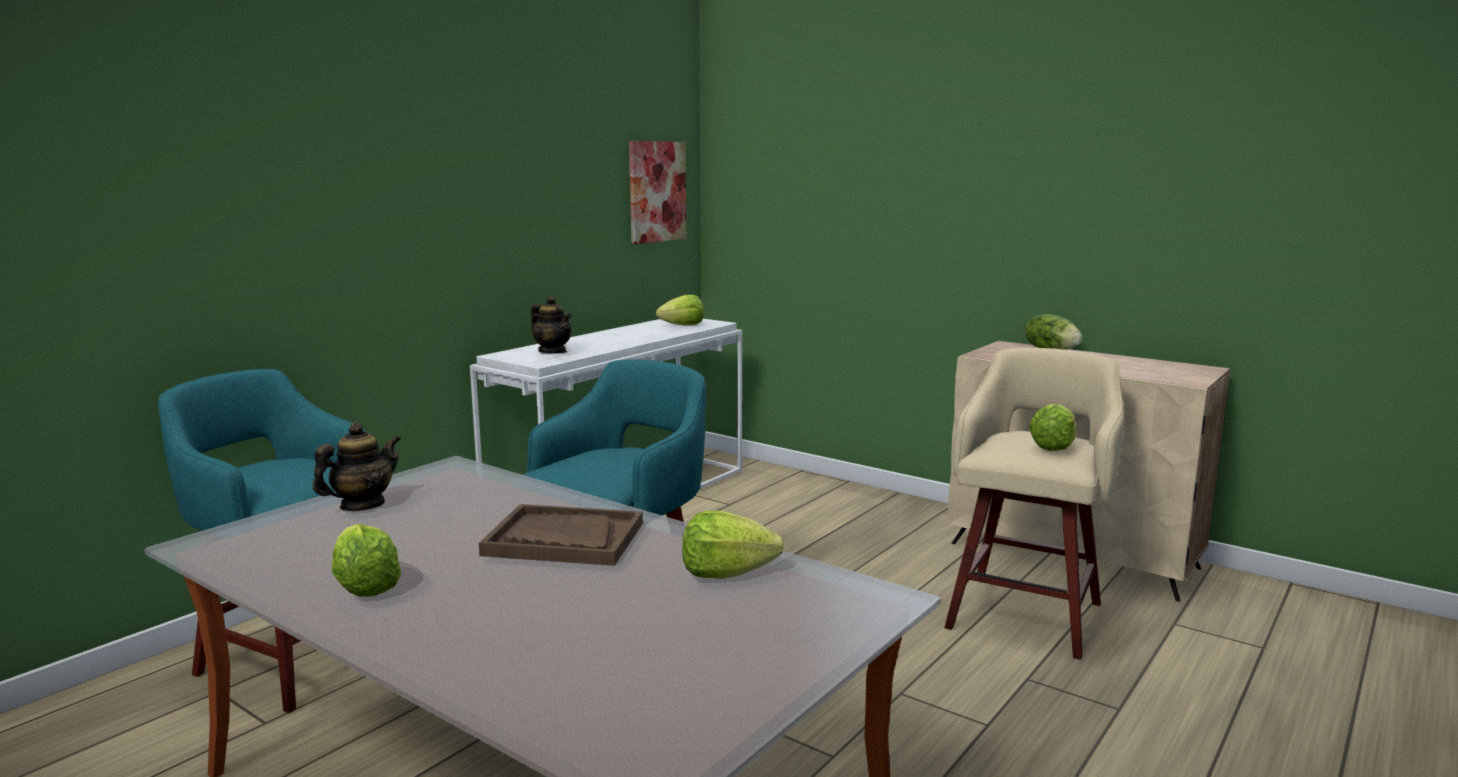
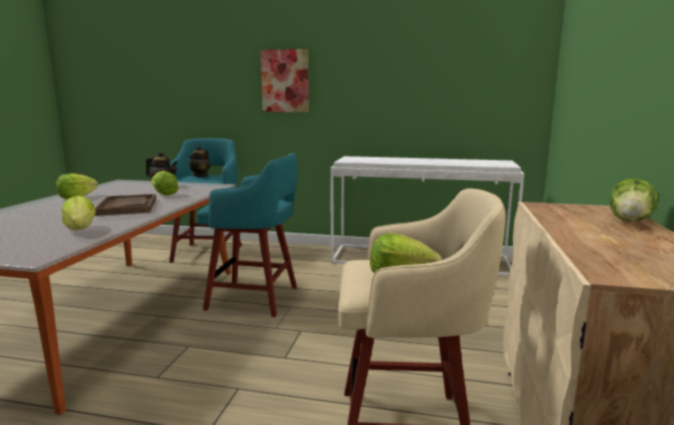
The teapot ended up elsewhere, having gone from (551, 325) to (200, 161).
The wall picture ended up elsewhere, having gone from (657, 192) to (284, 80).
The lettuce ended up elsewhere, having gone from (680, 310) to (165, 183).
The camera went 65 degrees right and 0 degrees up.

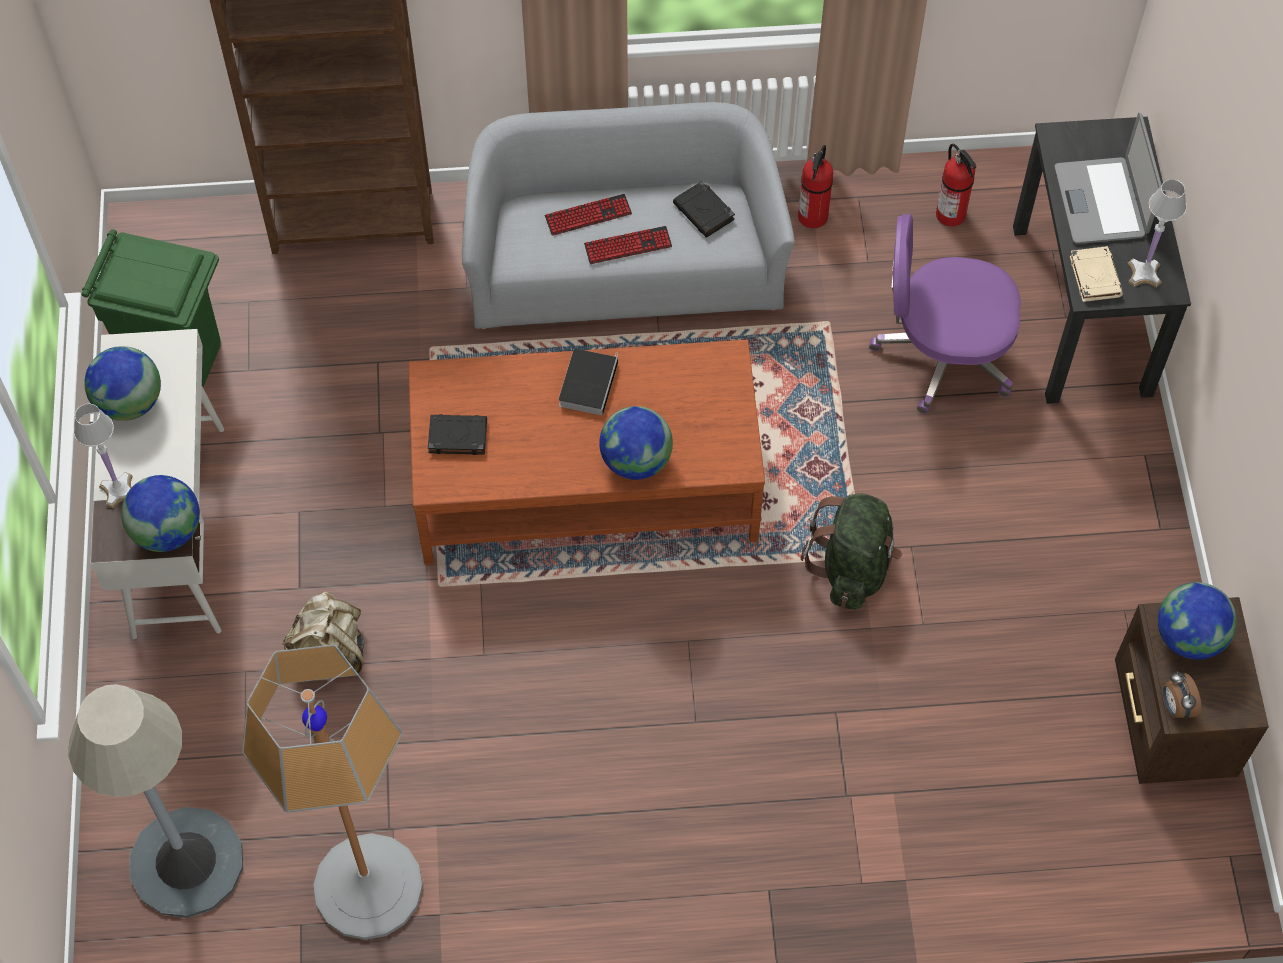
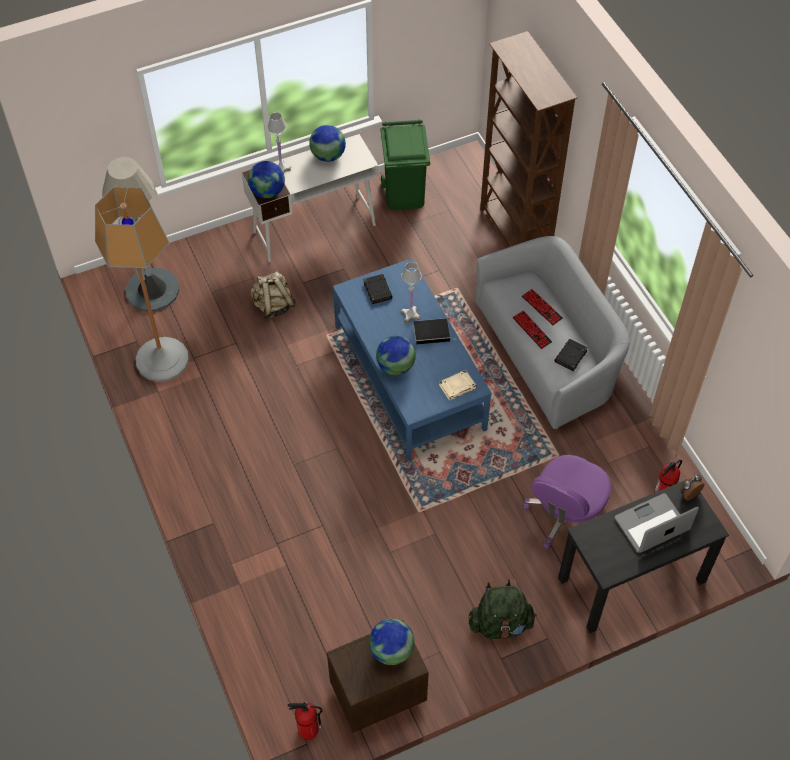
The extinguisher ended up elsewhere, having gone from (815, 186) to (305, 720).
The green-coloured knapsack ended up elsewhere, having gone from (851, 551) to (503, 609).
The sand-coloured book ended up elsewhere, having gone from (1096, 274) to (458, 385).
The white-coloured table lamp ended up elsewhere, having gone from (1157, 233) to (411, 292).
The table clock ended up elsewhere, having gone from (1182, 694) to (692, 487).
What was the brownish low table at (586, 452) turned into the blue low table at (412, 359).
The purple-coloured computer chair at (945, 314) ended up facing another way, 135 degrees counterclockwise from before.
The camera went 70 degrees right and 5 degrees down.

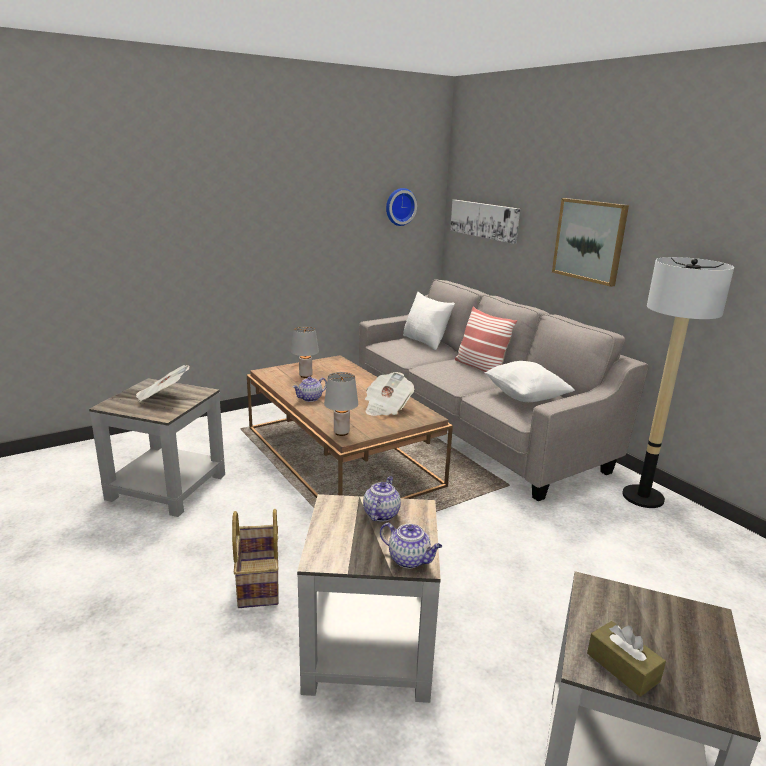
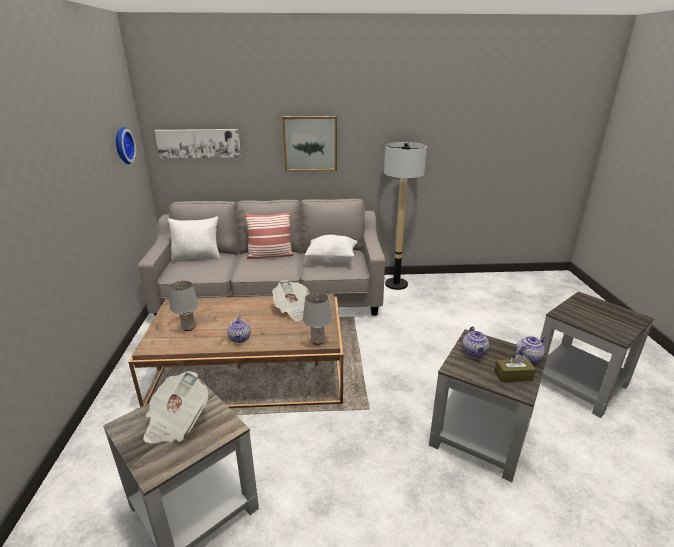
The second view lost the storage basket at (255, 558).
The brownish box of tissues ended up elsewhere, having gone from (626, 659) to (515, 368).
The teapot at (382, 498) ended up facing another way, 135 degrees counterclockwise from before.
The camera went 60 degrees left and 5 degrees up.

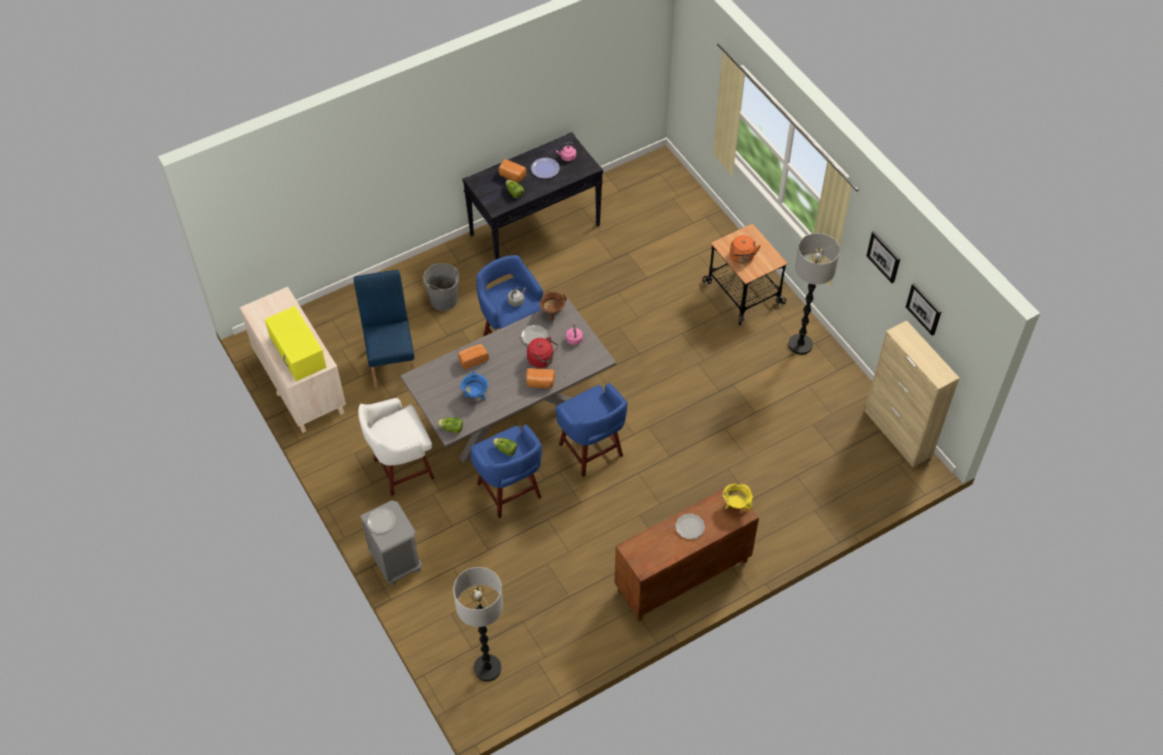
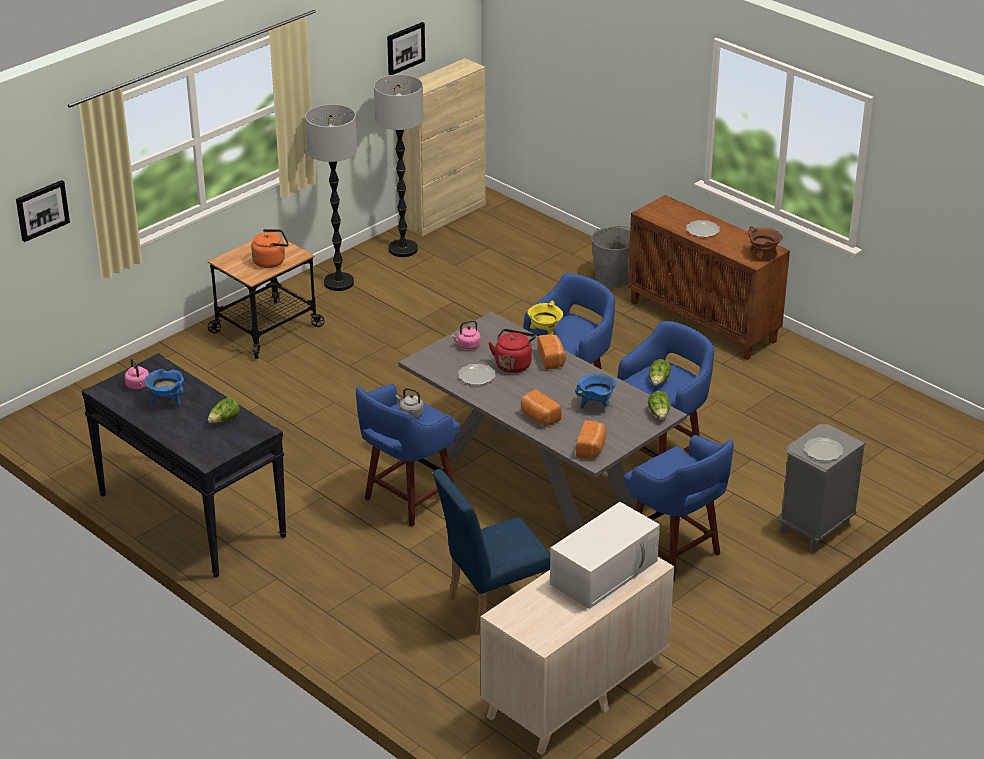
The greyish bucket ended up elsewhere, having gone from (441, 287) to (610, 257).
The standard lamp ended up elsewhere, having gone from (478, 624) to (399, 165).
The bakery bread ended up elsewhere, having gone from (513, 170) to (591, 439).
The brownish saucepot ended up elsewhere, having gone from (553, 306) to (765, 241).
The yellow saucepot ended up elsewhere, having gone from (738, 498) to (545, 318).
The wall picture ended up elsewhere, having gone from (883, 257) to (43, 211).
Where the flat dish stood at (545, 168), the blue saucepot came to stand at (164, 388).
What was the yellow microwave at (296, 343) turned into the white-coloured microwave at (605, 555).
What was the white-coloured stool seat at (396, 447) turned into the blue stool seat at (679, 508).
The camera went 105 degrees left and 20 degrees down.

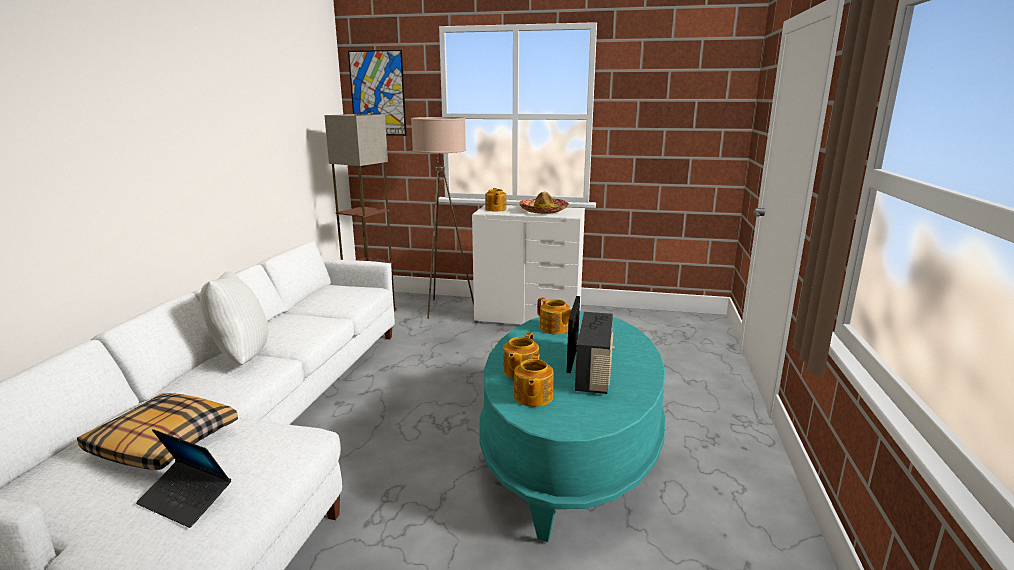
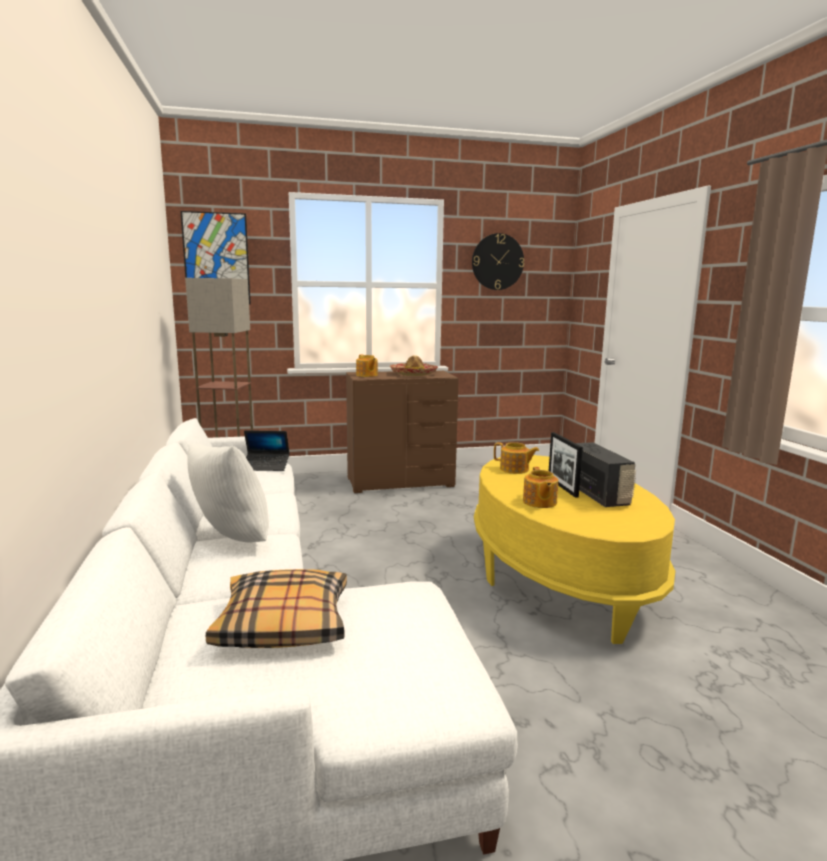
The second view lost the sand-coloured standard lamp at (442, 218).
The second view lost the teapot at (533, 380).
The second view gained the clock on the wall at (498, 261).
The notebook computer ended up elsewhere, having gone from (183, 478) to (267, 450).
What was the white-coloured dresser at (528, 264) turned into the brownish dresser at (402, 432).
What was the blue-green low table at (572, 426) turned into the yellow low table at (574, 549).
The camera went 25 degrees left and 5 degrees down.

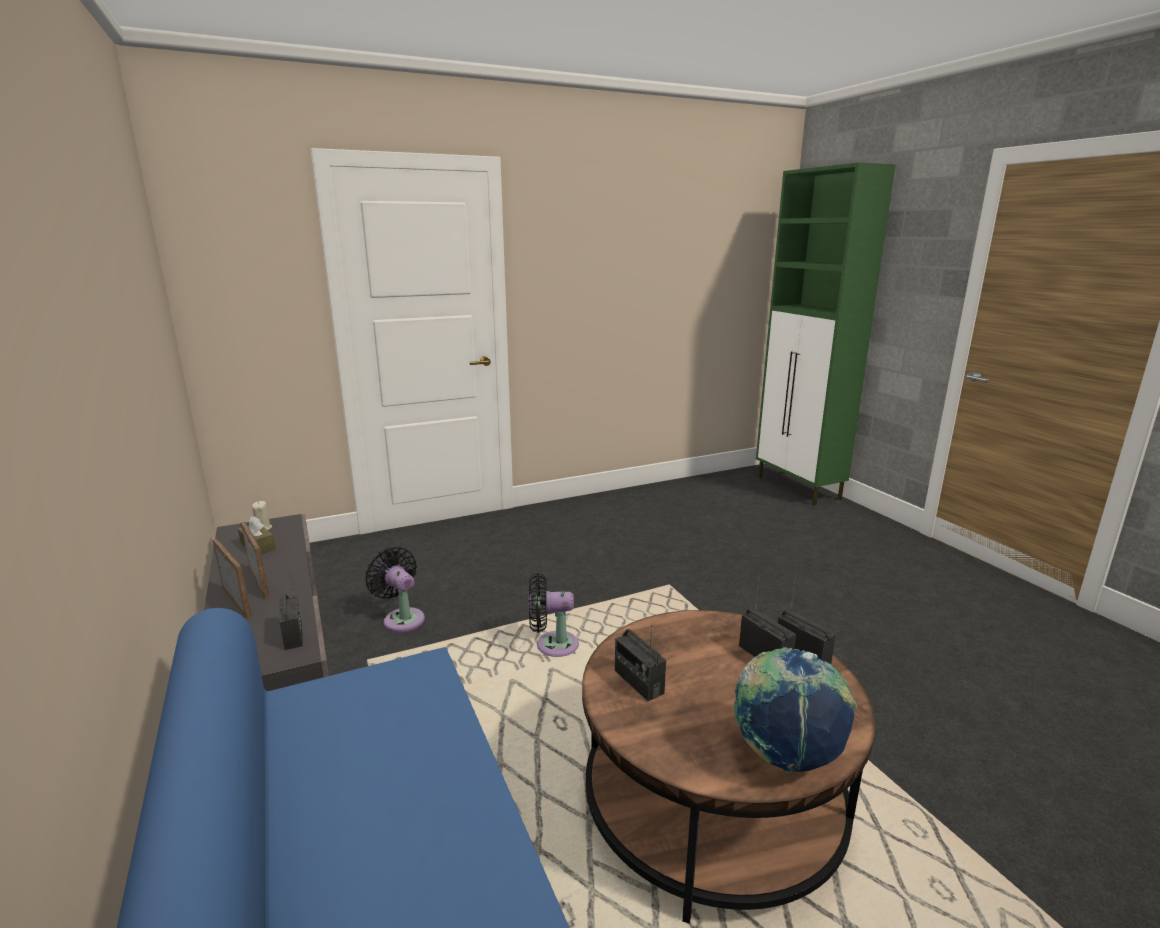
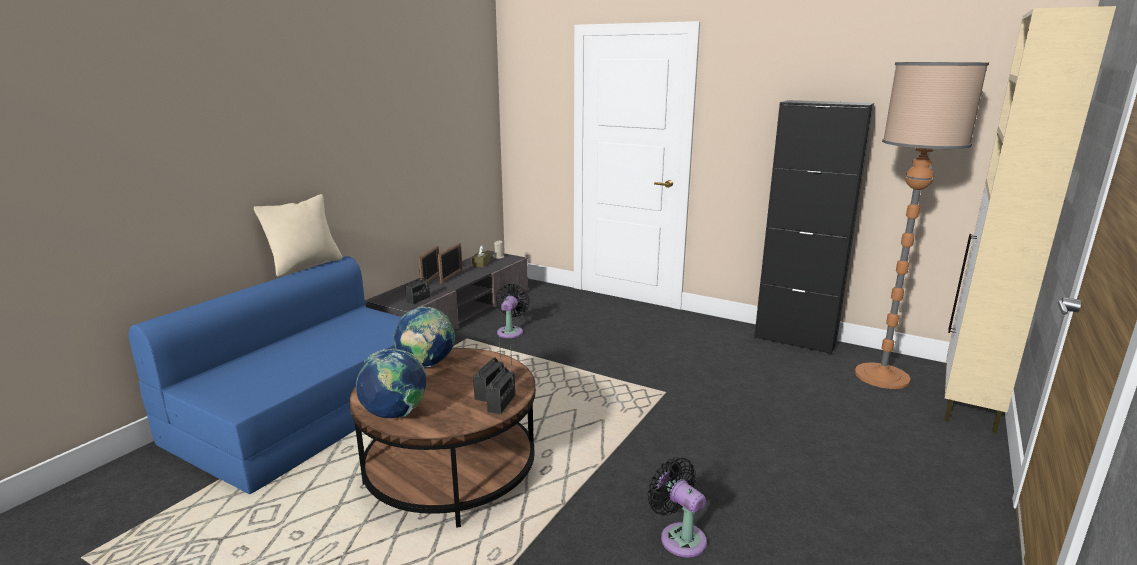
The second view gained the sand-coloured cushion at (298, 235).
The second view gained the blackish storage cabinet at (814, 227).
The second view gained the standard lamp at (922, 225).
The blackish fan ended up elsewhere, having gone from (554, 615) to (677, 507).
Where the radio set stood at (640, 662), the desk globe came to stand at (424, 337).
What was the green-coloured storage cabinet at (826, 333) turned into the sand-coloured storage cabinet at (1030, 219).
The camera went 55 degrees right and 0 degrees up.

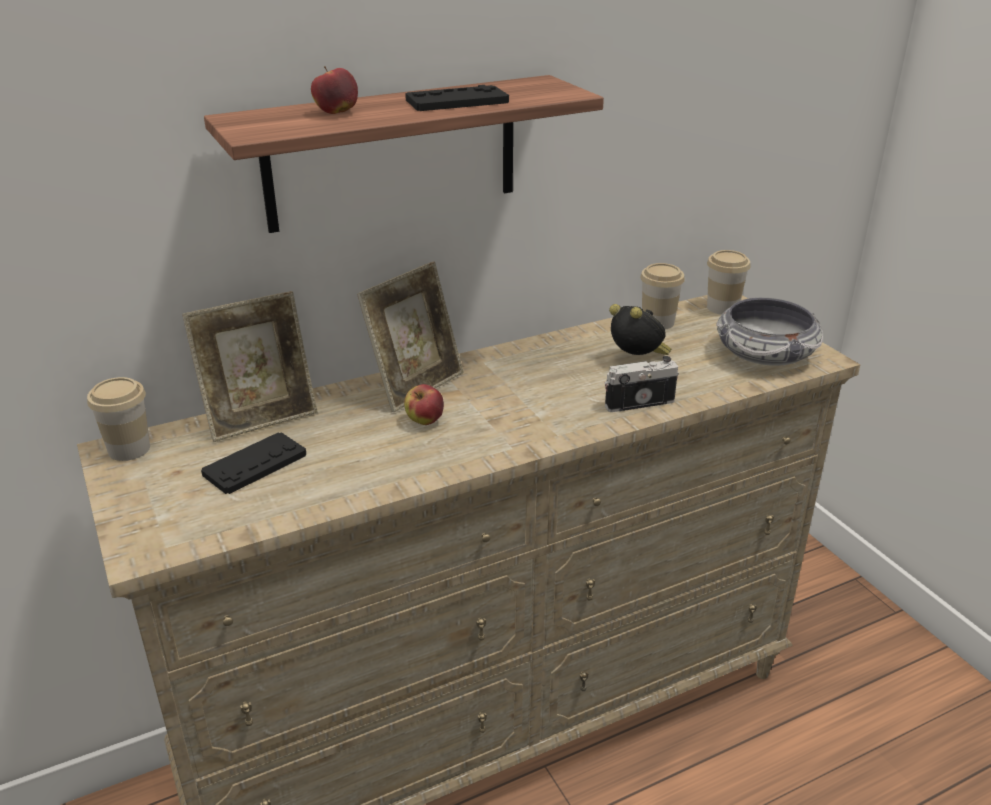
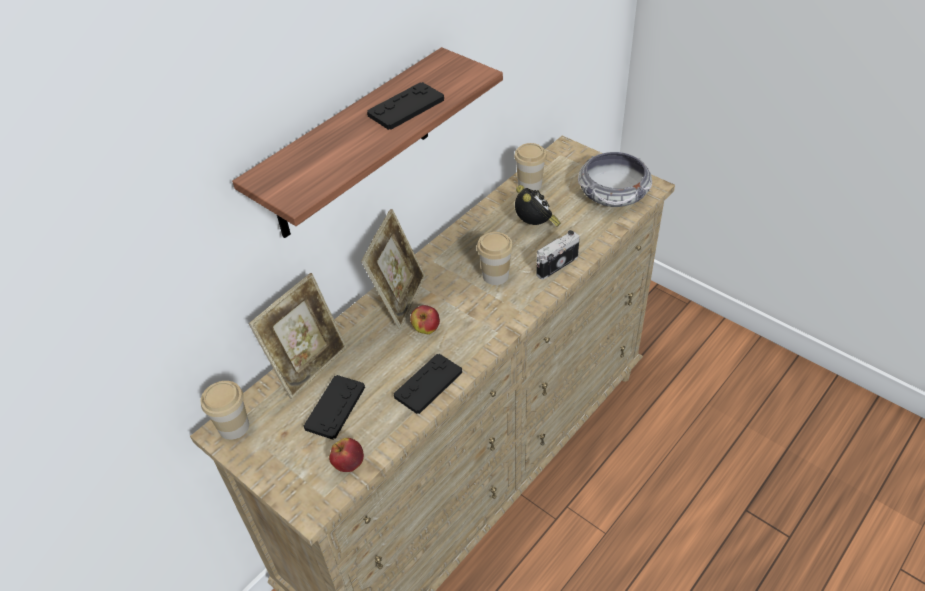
The second view gained the blackish gamepad at (428, 384).
The apple fruit ended up elsewhere, having gone from (334, 90) to (346, 455).
The small cup ended up elsewhere, having gone from (729, 282) to (495, 258).
The table clock at (640, 329) ended up facing another way, 45 degrees clockwise from before.
The camera went 20 degrees left and 15 degrees up.

